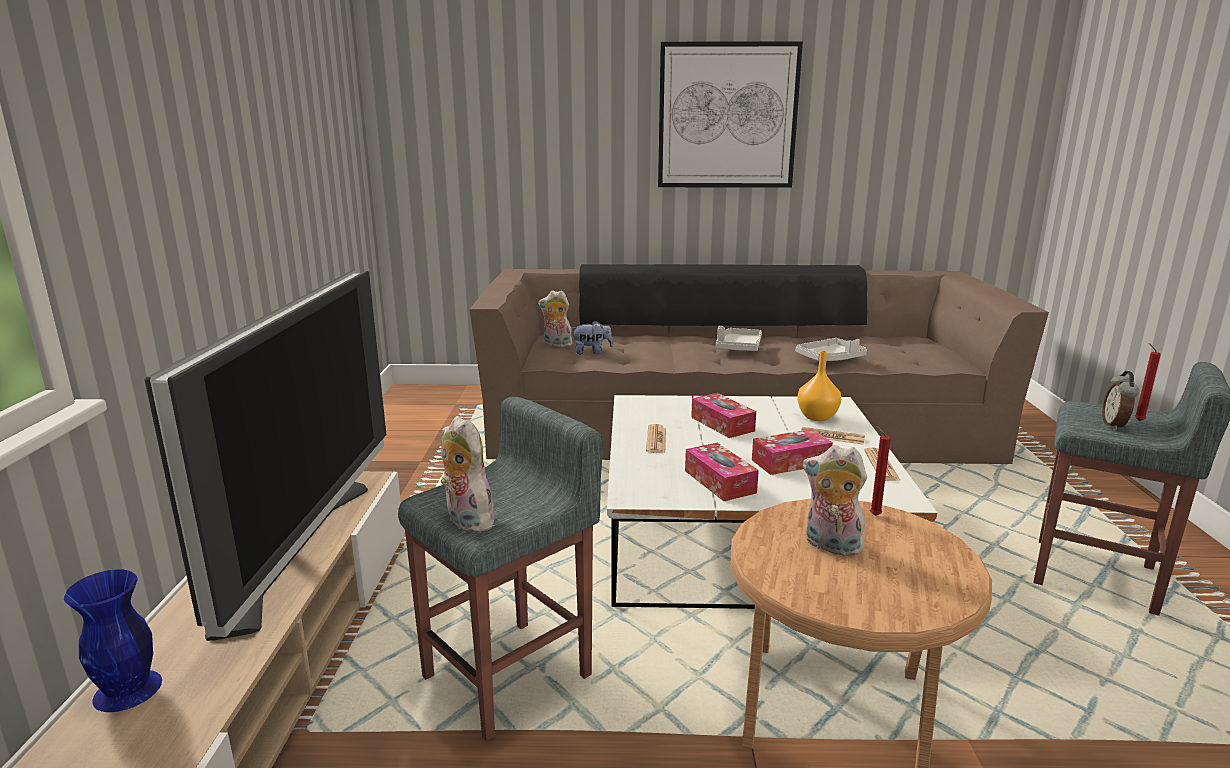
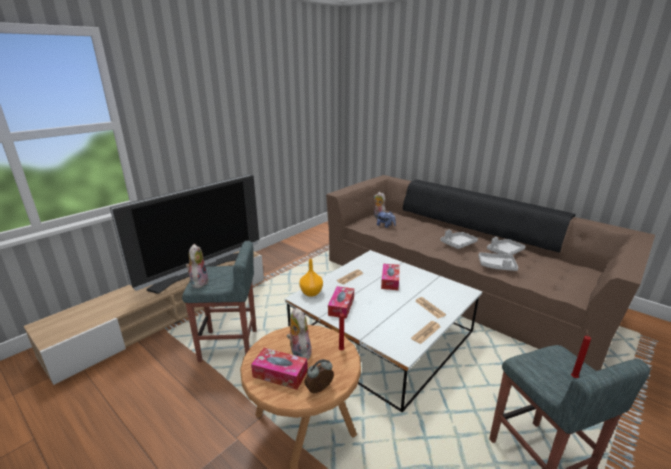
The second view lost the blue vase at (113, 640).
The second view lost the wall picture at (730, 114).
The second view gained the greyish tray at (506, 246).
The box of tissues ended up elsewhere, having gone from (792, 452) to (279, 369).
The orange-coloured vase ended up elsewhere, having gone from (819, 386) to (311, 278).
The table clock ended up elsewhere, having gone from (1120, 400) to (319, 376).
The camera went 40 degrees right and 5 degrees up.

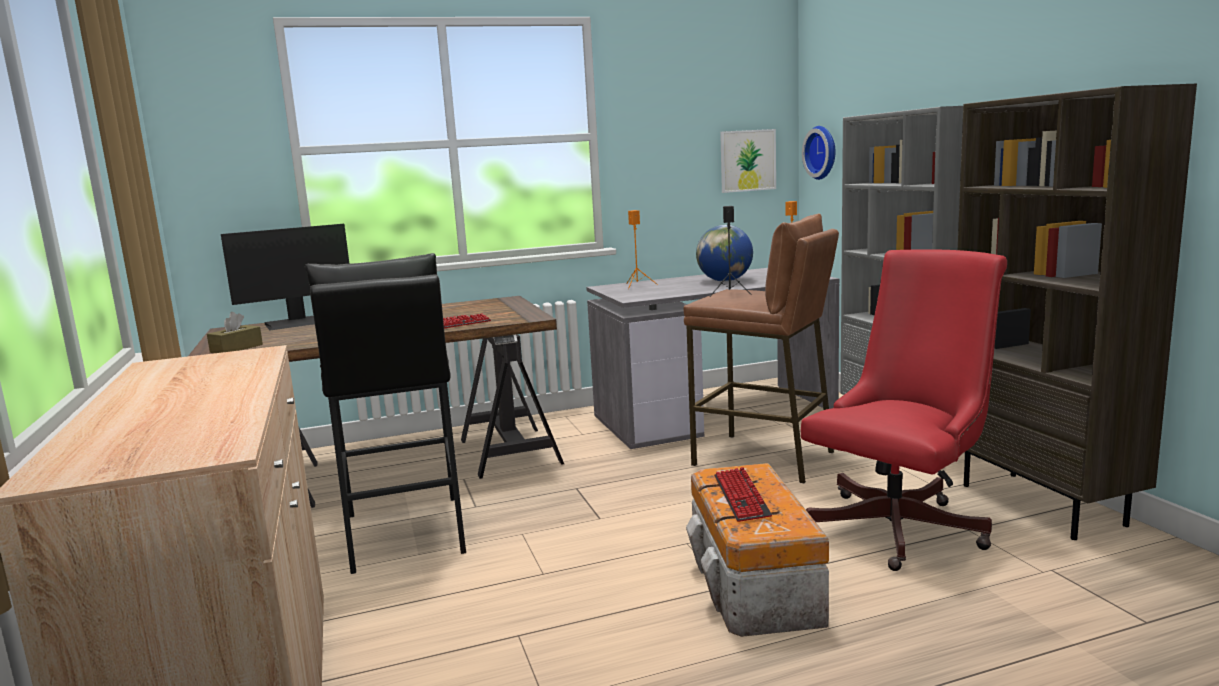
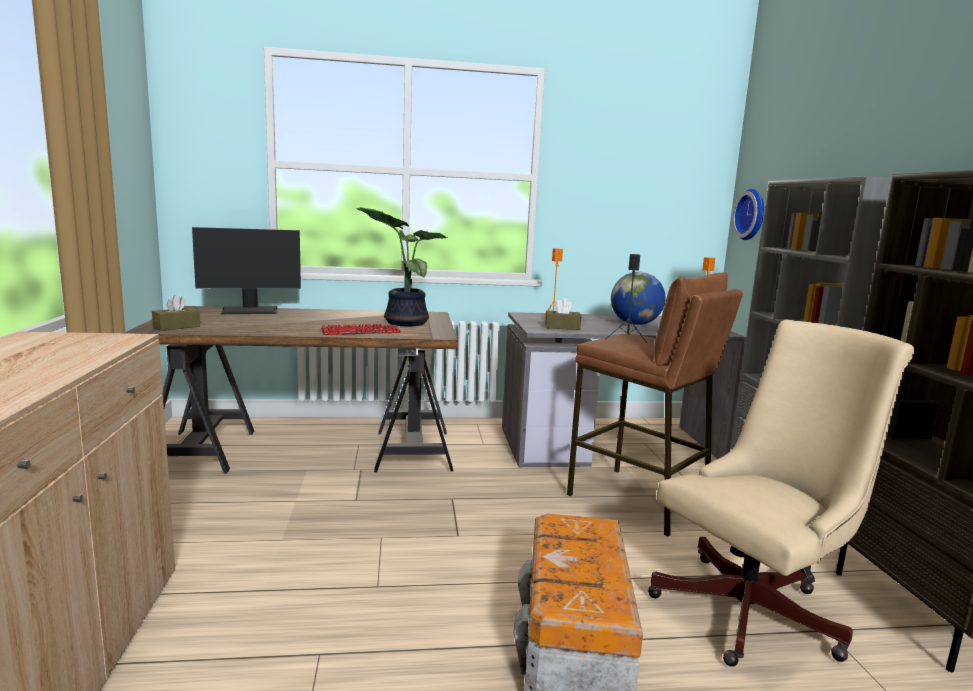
The second view lost the blackish stool seat at (385, 413).
The second view lost the PC keyboard at (743, 494).
The second view lost the wall picture at (748, 161).
The second view gained the plant in a pot at (401, 266).
The second view gained the brownish box of tissues at (563, 314).
What was the red-coloured computer chair at (904, 410) turned into the sand-coloured computer chair at (781, 493).
The camera went 10 degrees right and 0 degrees up.

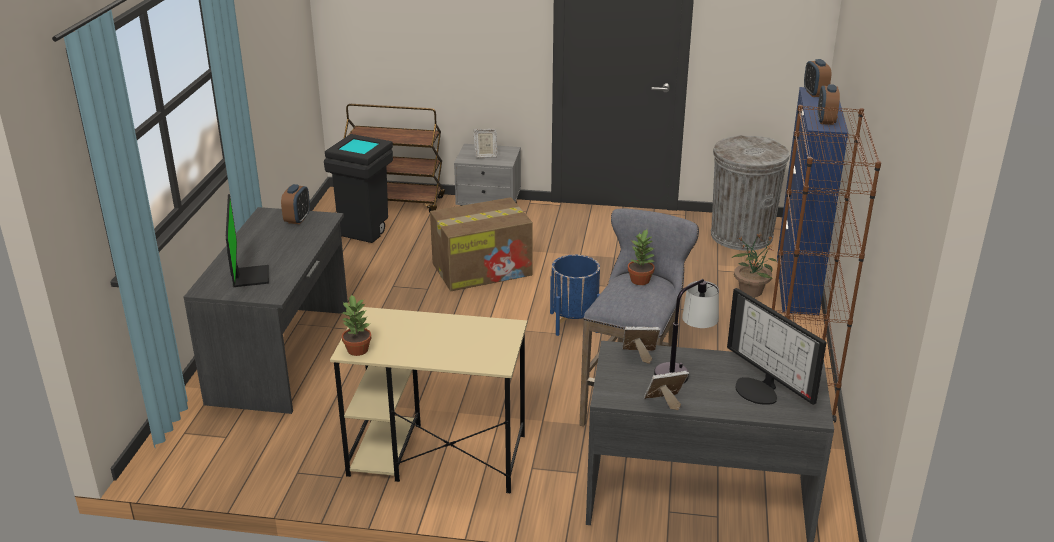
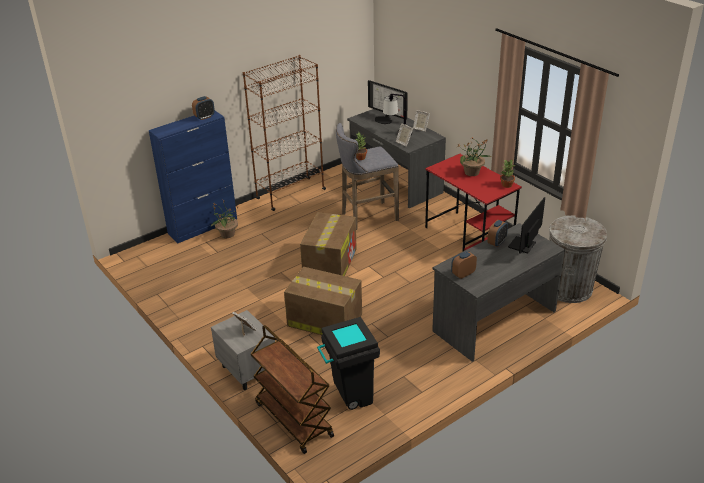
The second view gained the plant in a pot at (474, 157).
The greyish trash can ended up elsewhere, having gone from (750, 193) to (578, 259).
The table clock ended up elsewhere, having gone from (817, 78) to (497, 233).
Where the blue planter stood at (575, 295), the cardboard box came to stand at (328, 244).
What was the sand-coloured desk unit at (428, 400) turned into the red-coloured desk unit at (473, 203).
The computer screen at (776, 346) ended up facing another way, 120 degrees clockwise from before.
The camera went 135 degrees left and 5 degrees up.

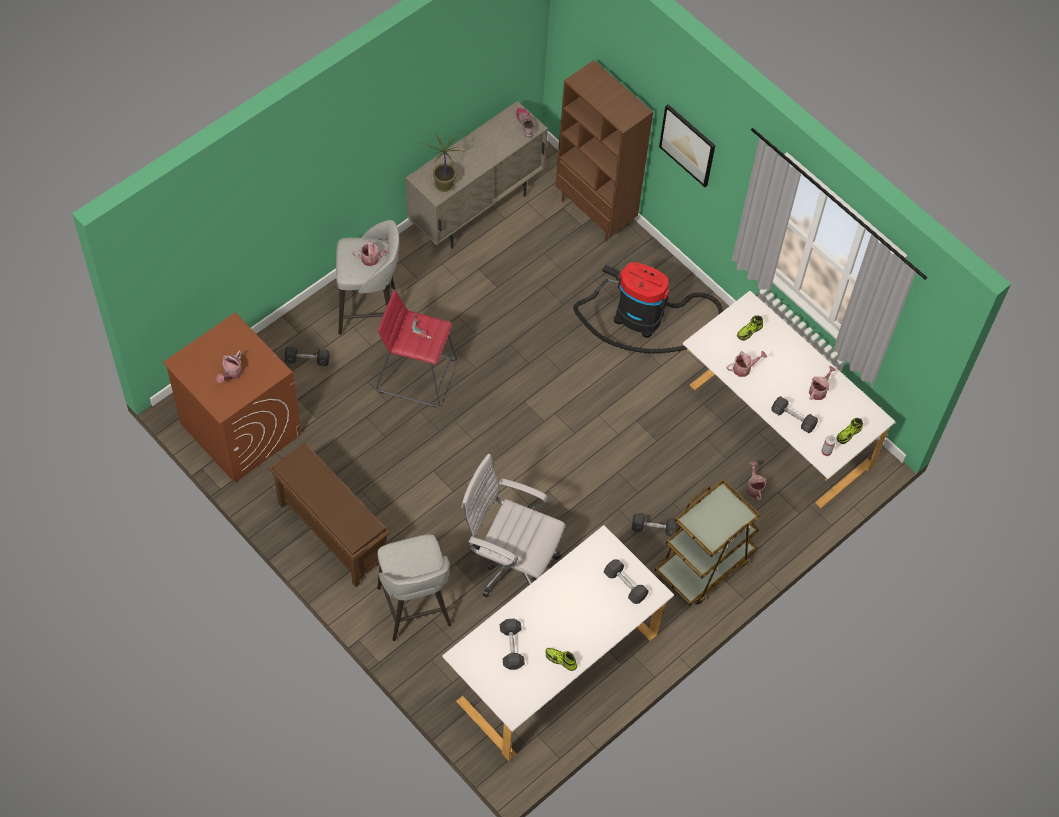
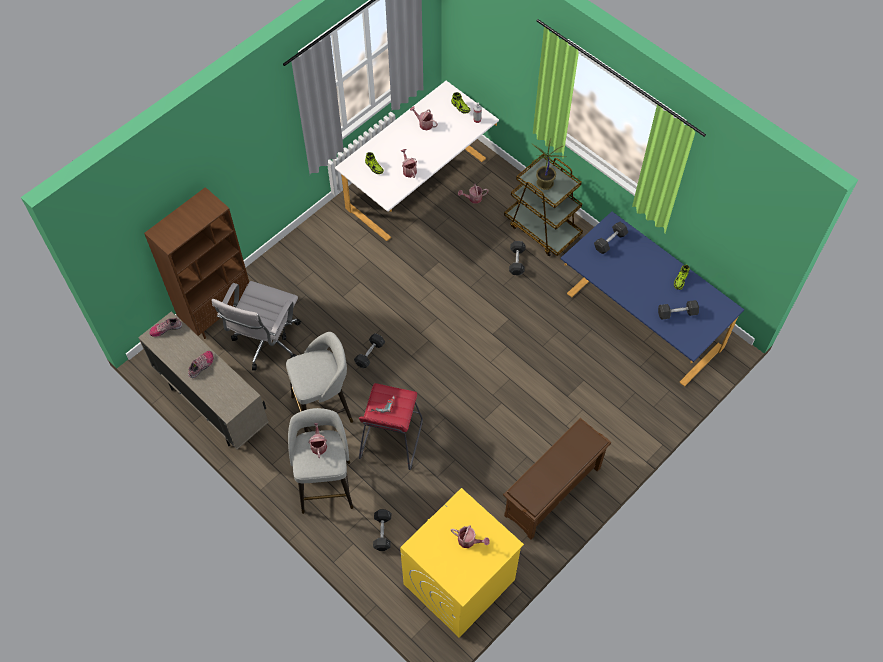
The second view lost the vacuum at (648, 308).
The second view lost the wall picture at (687, 145).
The second view gained the low shoe at (201, 364).
The greyish stool seat ended up elsewhere, having gone from (414, 587) to (319, 382).
The plant in a pot ended up elsewhere, having gone from (442, 162) to (548, 164).
The white-coloured computer chair ended up elsewhere, having gone from (513, 525) to (256, 325).
The greyish dumbbell ended up elsewhere, having gone from (794, 414) to (369, 350).
What was the brownish laundry appliance at (232, 398) turned into the yellow laundry appliance at (462, 562).
What was the white-coloured desk unit at (558, 643) turned into the blue desk unit at (652, 299).
The camera went 90 degrees left and 0 degrees up.

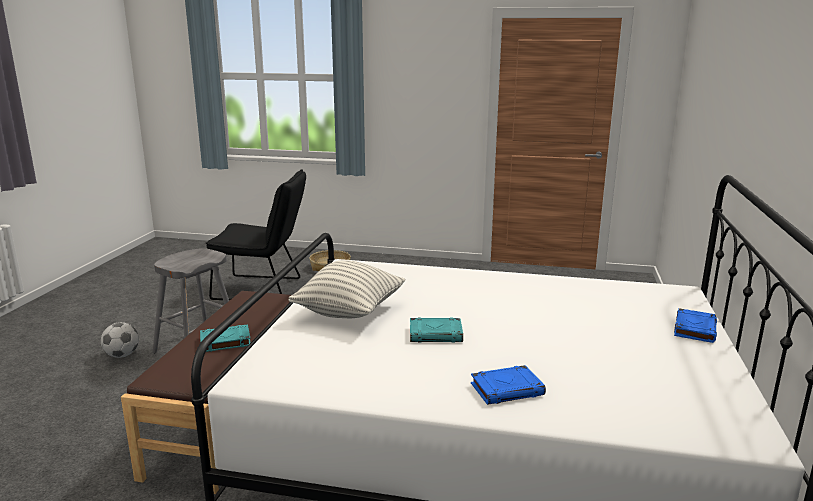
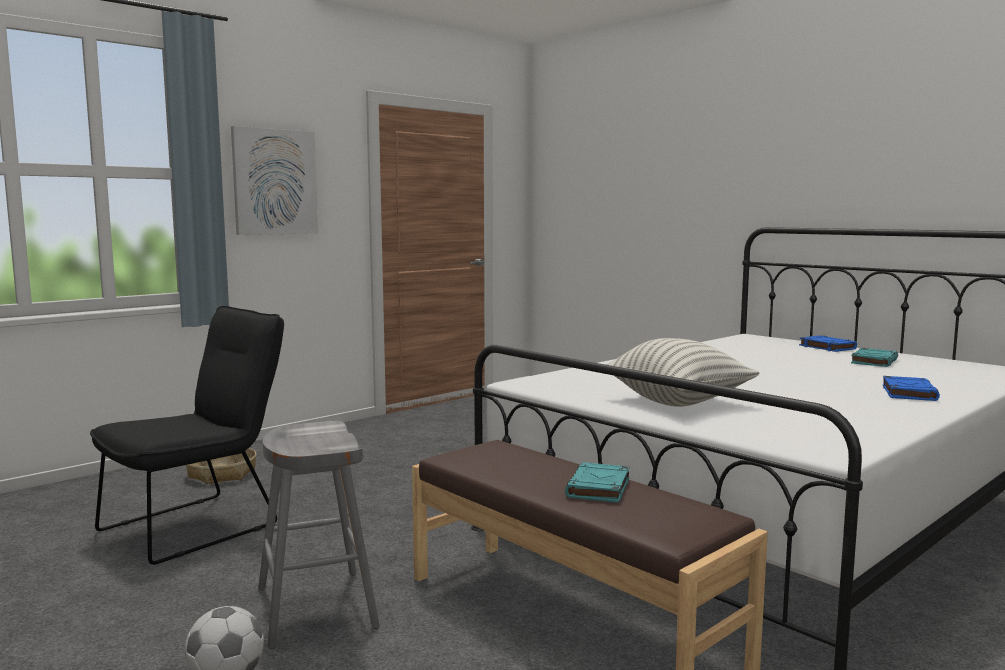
The second view gained the wall picture at (274, 180).
The blue-green book ended up elsewhere, having gone from (436, 330) to (874, 357).
The camera went 55 degrees left and 10 degrees down.

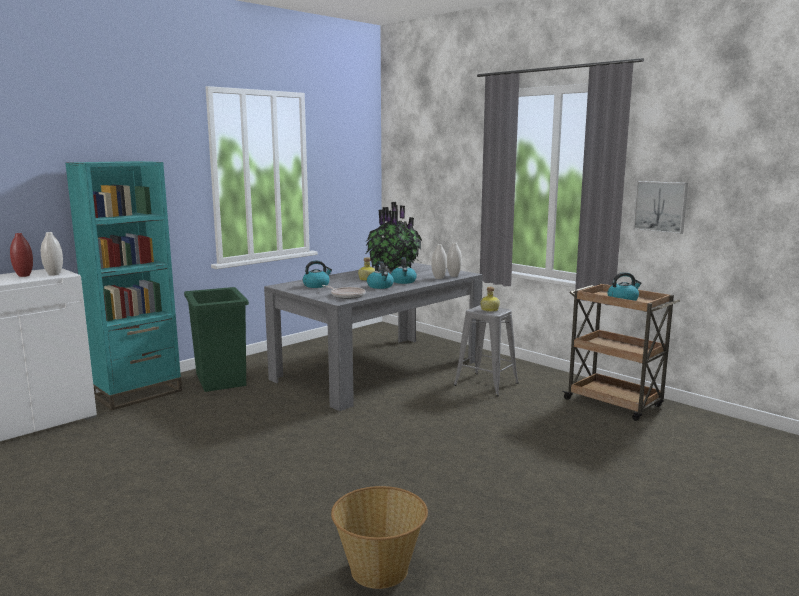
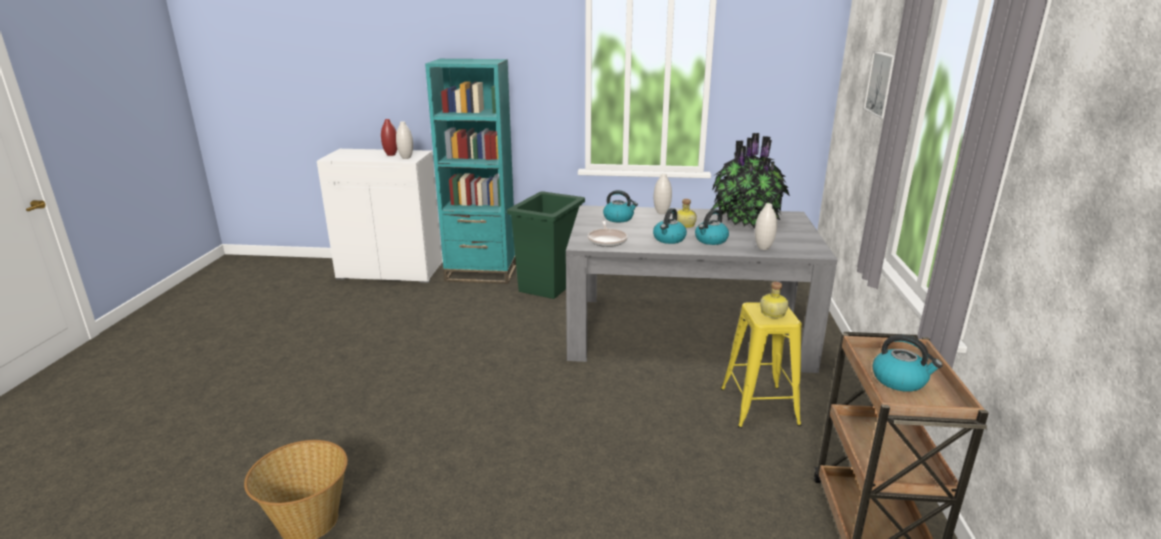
The white-coloured vase ended up elsewhere, having gone from (454, 260) to (662, 193).
The wall picture ended up elsewhere, having gone from (660, 207) to (879, 85).
What was the greyish stool seat at (486, 350) turned into the yellow stool seat at (761, 365).
The camera went 50 degrees right and 10 degrees up.

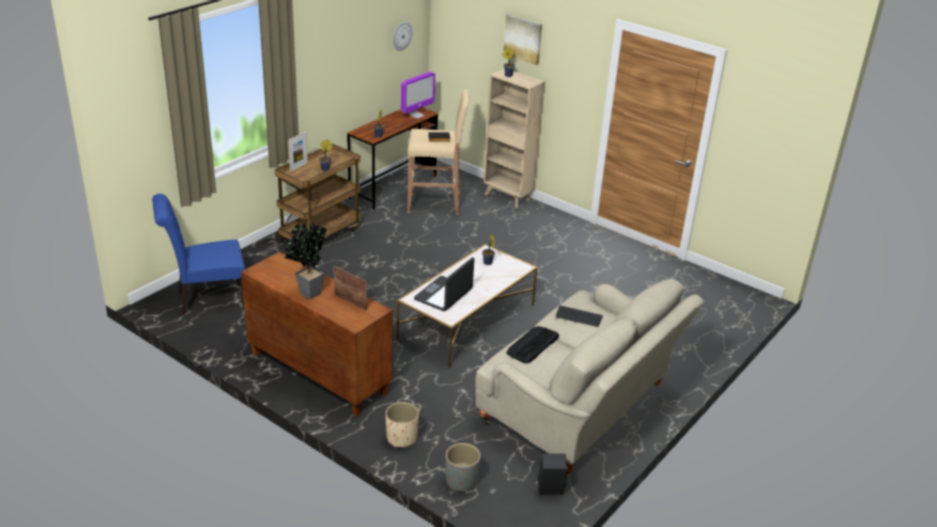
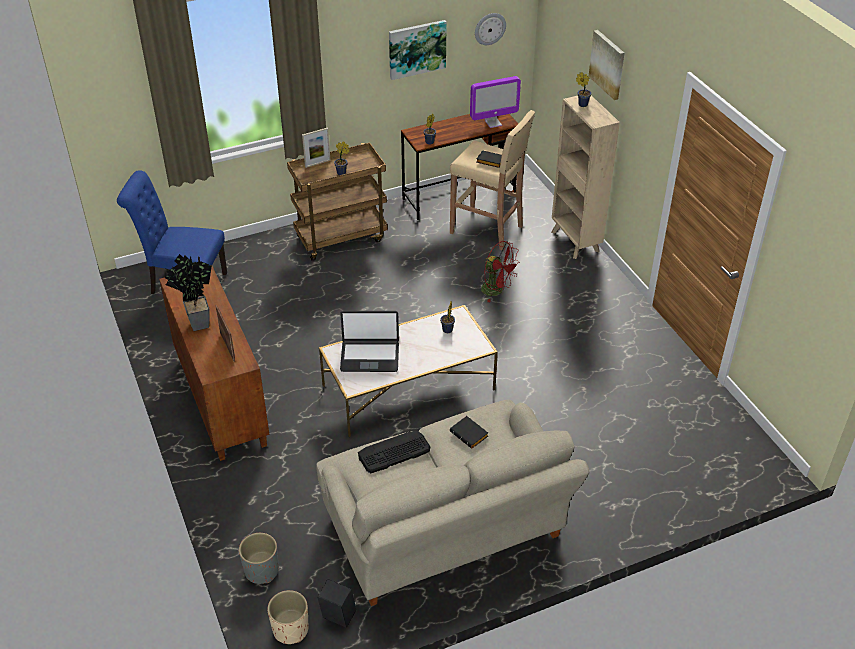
The second view gained the wall picture at (418, 50).
The second view gained the red-coloured fan at (500, 271).
The sand-coloured planter ended up elsewhere, having gone from (402, 425) to (288, 617).
Where the PC keyboard stood at (579, 316), the blackish book came to stand at (469, 432).
The notebook computer at (444, 284) ended up facing another way, 150 degrees counterclockwise from before.
The camera went 30 degrees right and 10 degrees up.

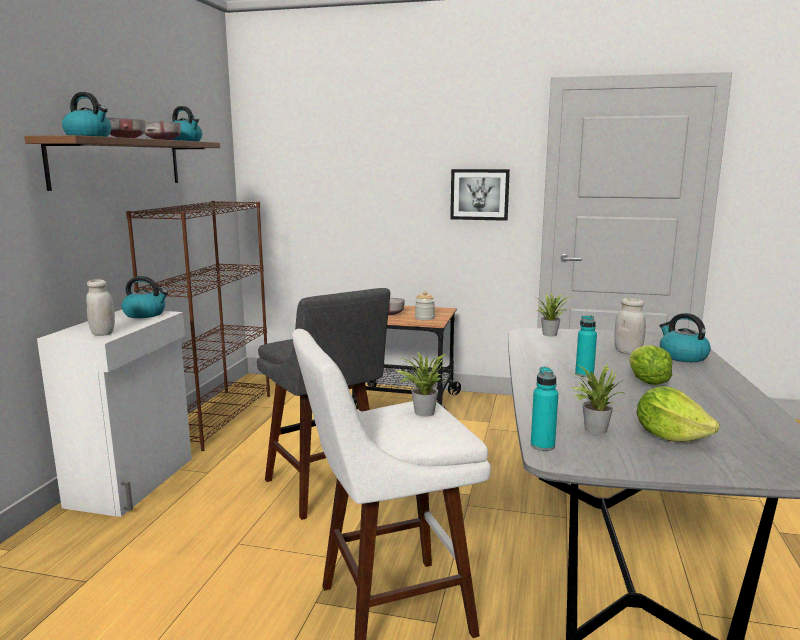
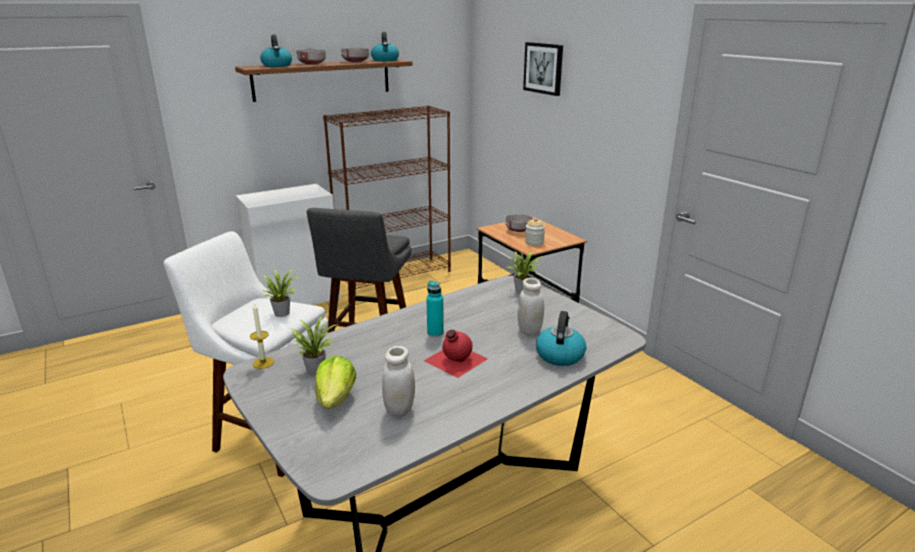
The second view lost the water kettle at (144, 297).
The white-coloured jar ended up elsewhere, having gone from (100, 307) to (398, 382).
The wall picture ended up elsewhere, having gone from (480, 195) to (543, 69).
Where the blue-green beverage bottle stood at (544, 409), the wax light came to stand at (262, 336).
Where the lettuce stood at (650, 365), the red-coloured beverage bottle came to stand at (456, 354).
The camera went 45 degrees right and 10 degrees up.

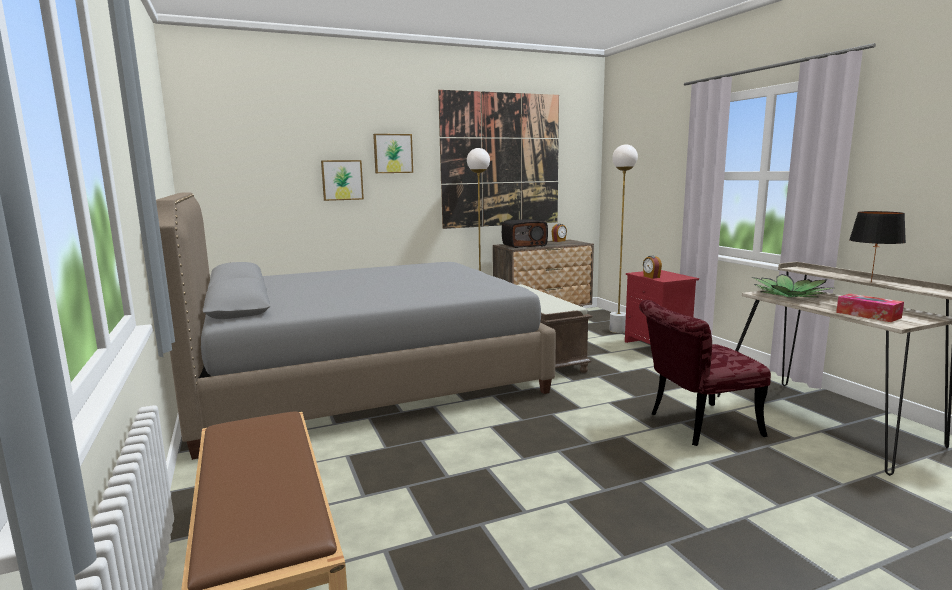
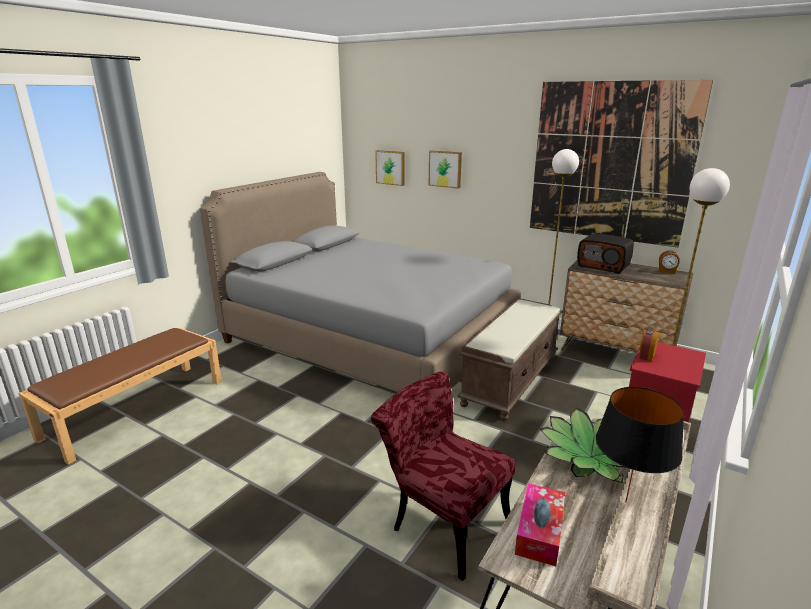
The wall picture ended up elsewhere, having gone from (393, 153) to (390, 168).
The camera went 55 degrees right and 10 degrees up.

